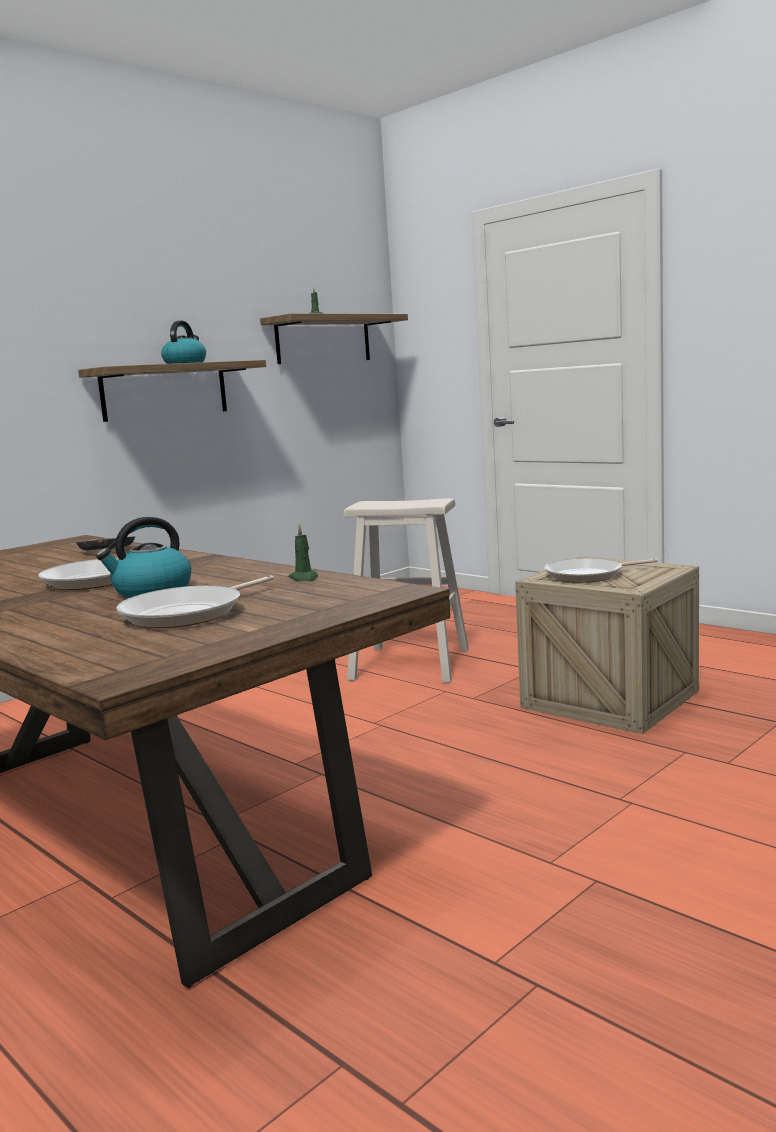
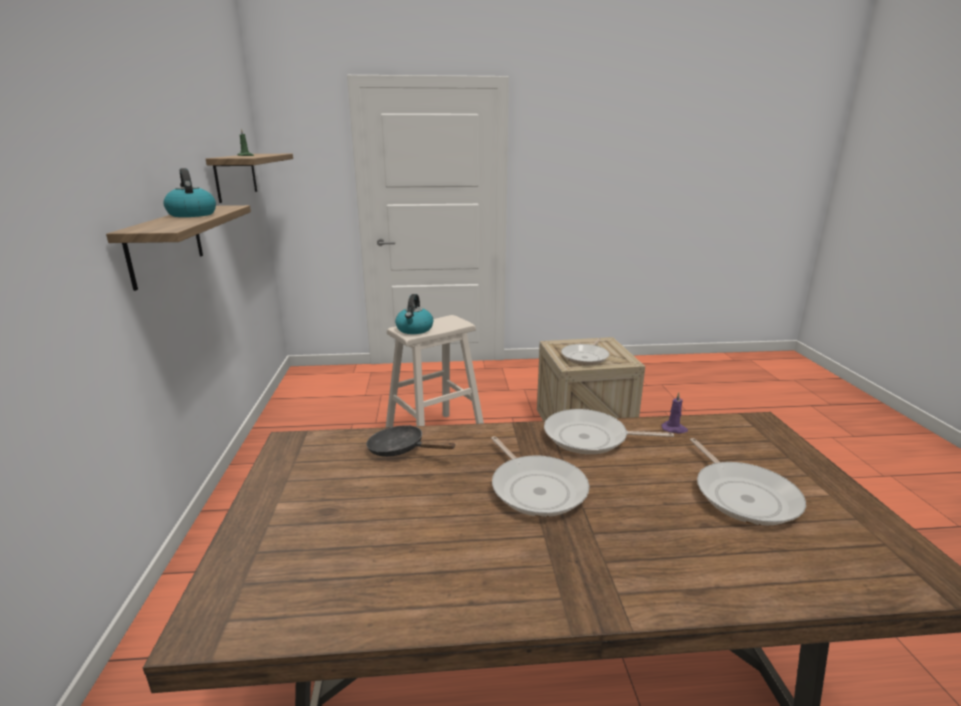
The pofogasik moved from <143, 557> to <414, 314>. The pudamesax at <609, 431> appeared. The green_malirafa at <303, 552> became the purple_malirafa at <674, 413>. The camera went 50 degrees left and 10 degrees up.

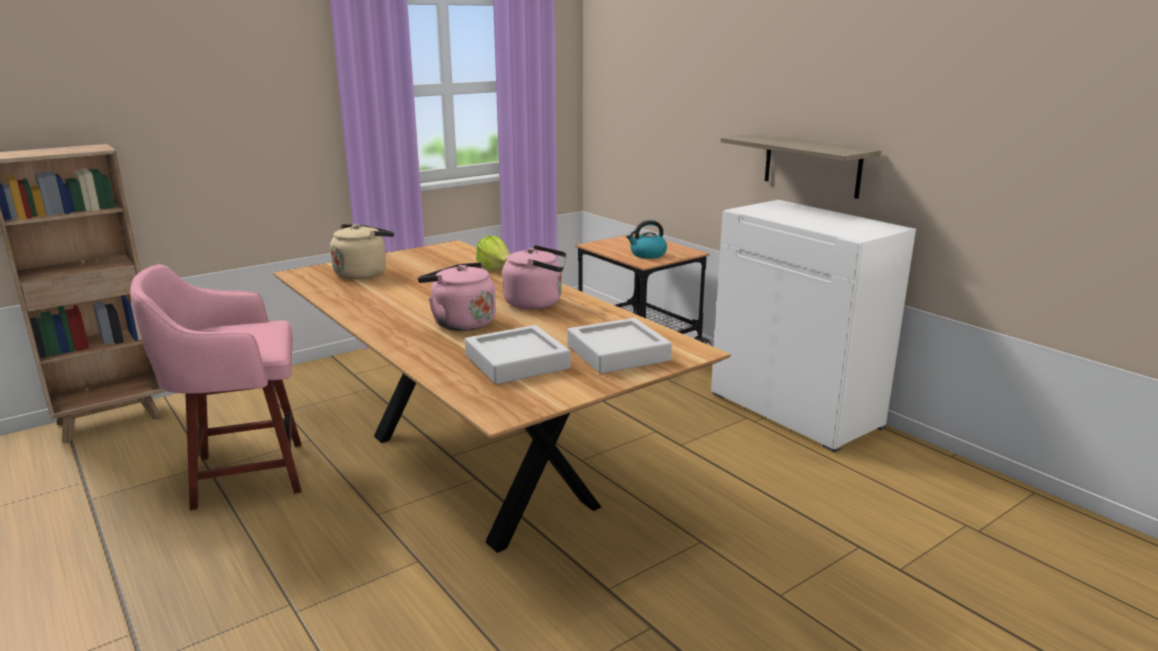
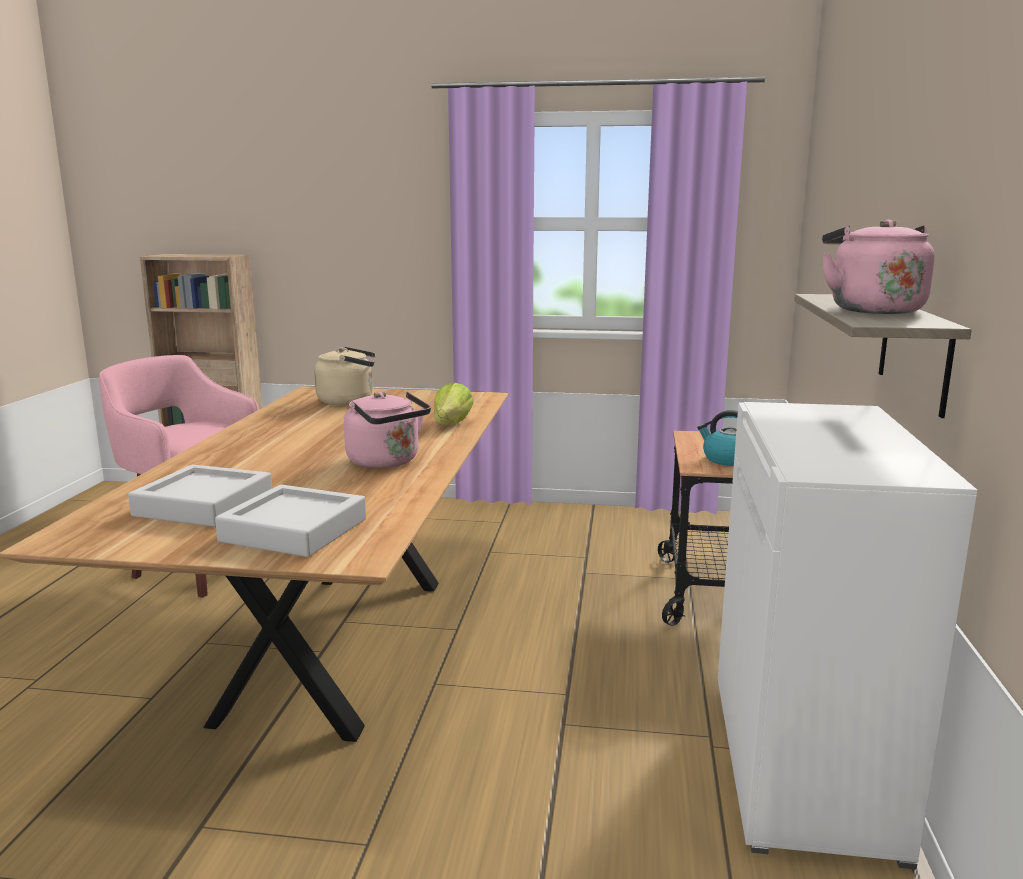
The pink_pofogasik moved from <457, 296> to <878, 267>. The camera went 45 degrees right and 5 degrees down.

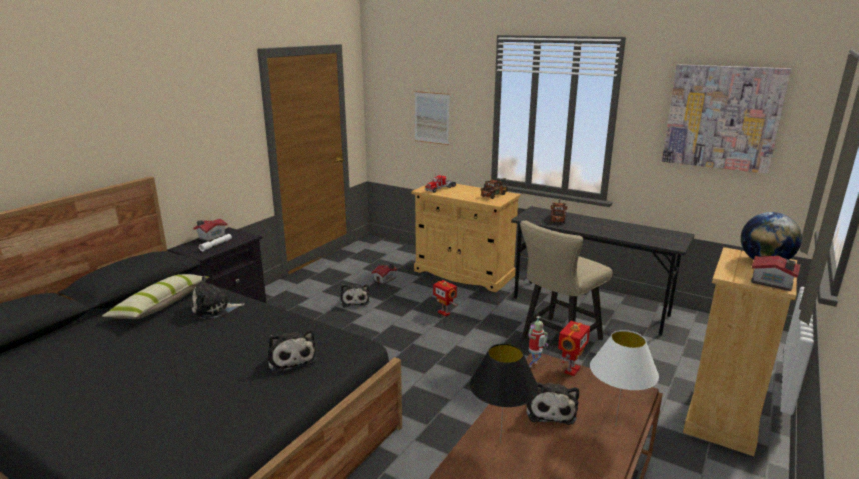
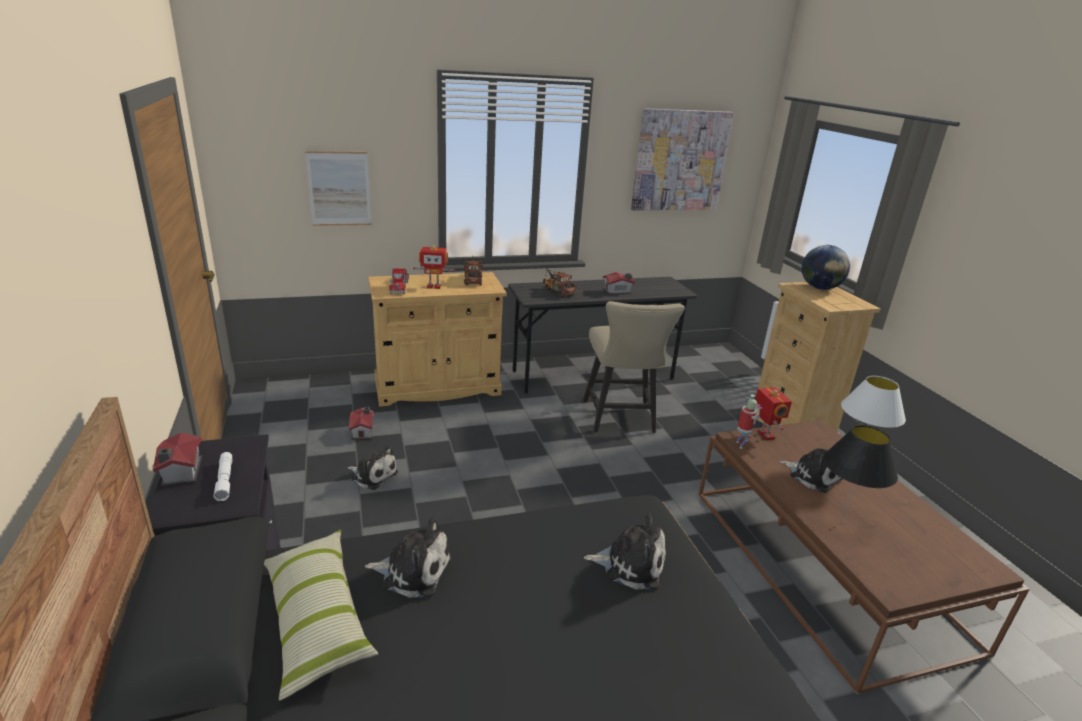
The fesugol at <218, 297> turned 105 degrees counterclockwise. The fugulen moved from <445, 298> to <433, 267>. The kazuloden moved from <775, 273> to <619, 283>. The camera went 50 degrees left and 5 degrees up.

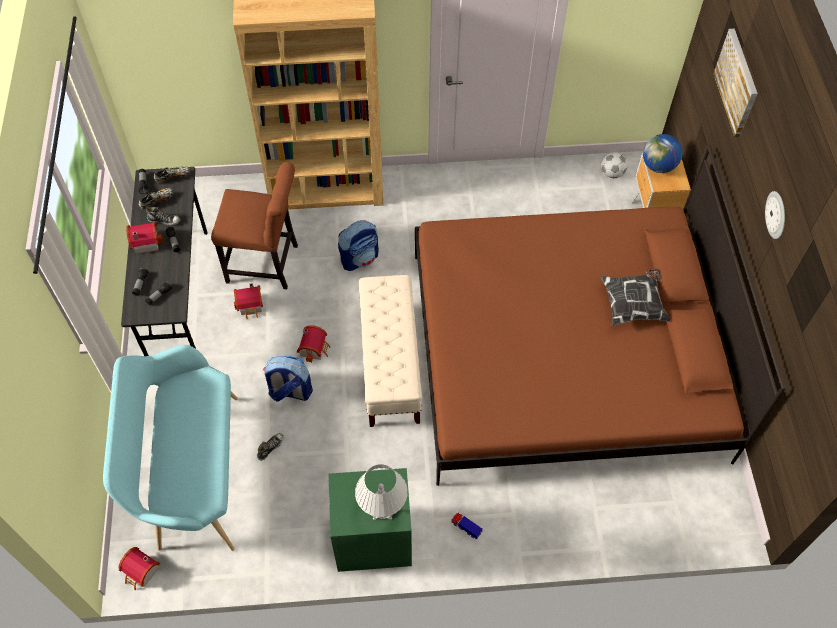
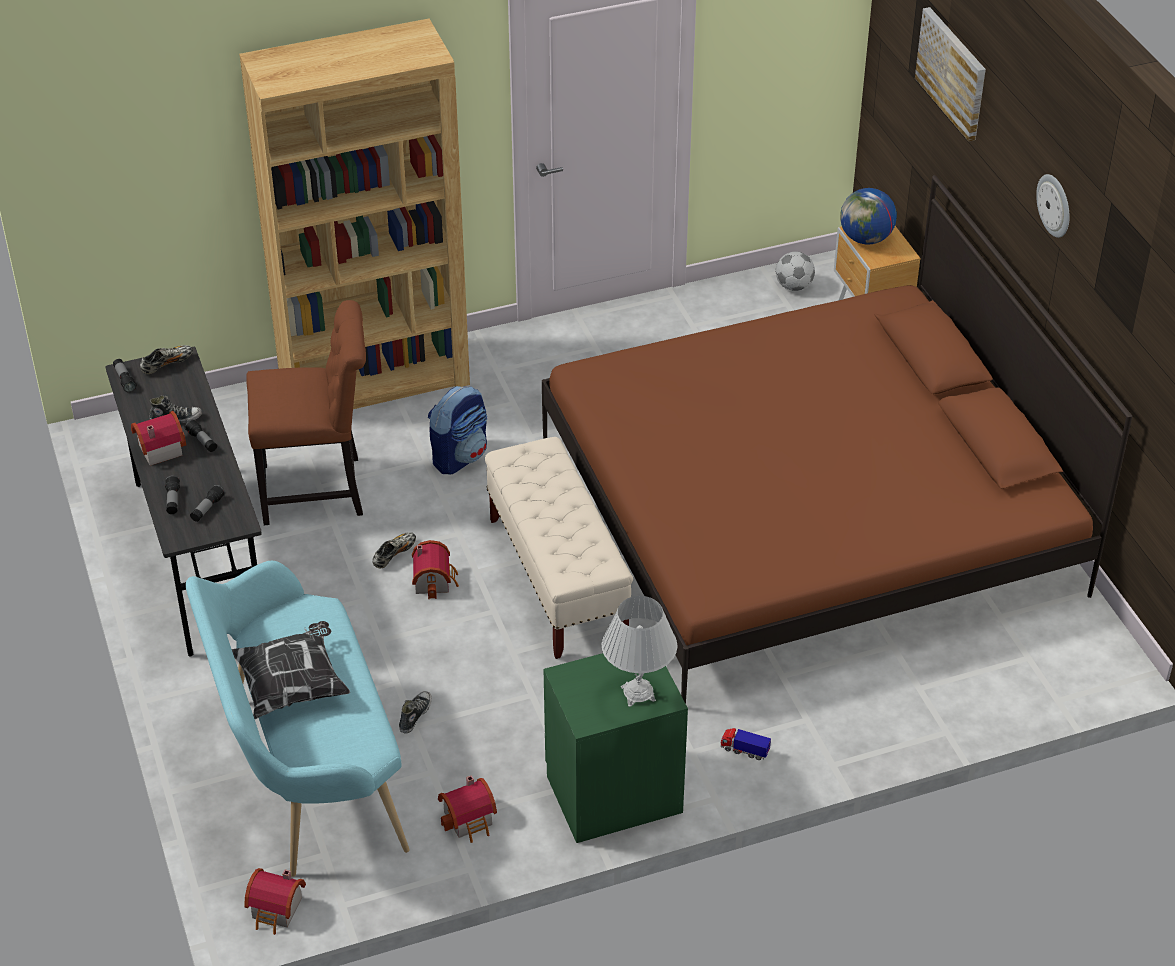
The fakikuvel moved from <635, 297> to <291, 670>. The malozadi moved from <156, 199> to <394, 550>. The kazuloden moved from <248, 301> to <467, 809>. The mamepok at <288, 378> disappeared. The camera went 15 degrees left and 15 degrees down.

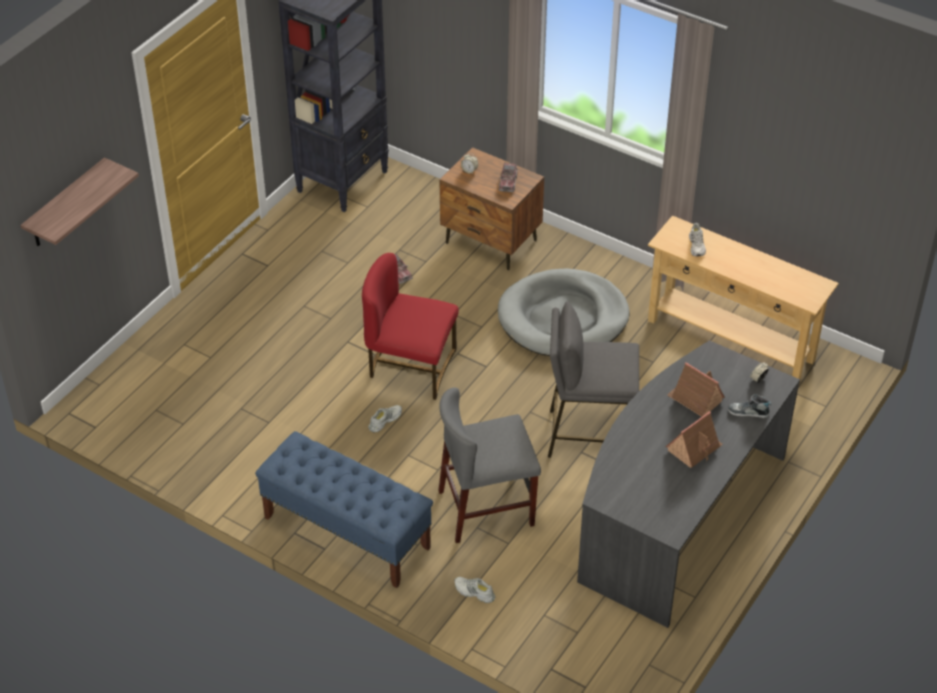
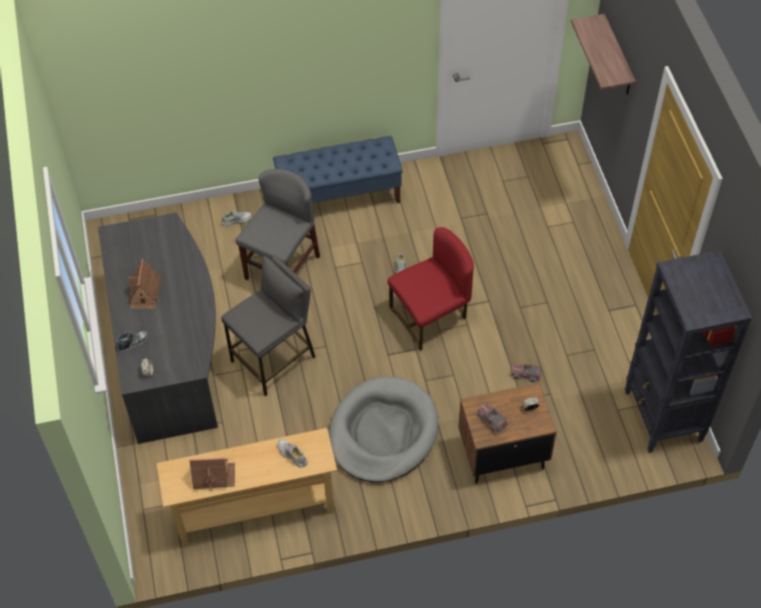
The kazuloden moved from <696, 389> to <212, 474>. The camera went 135 degrees right and 10 degrees up.

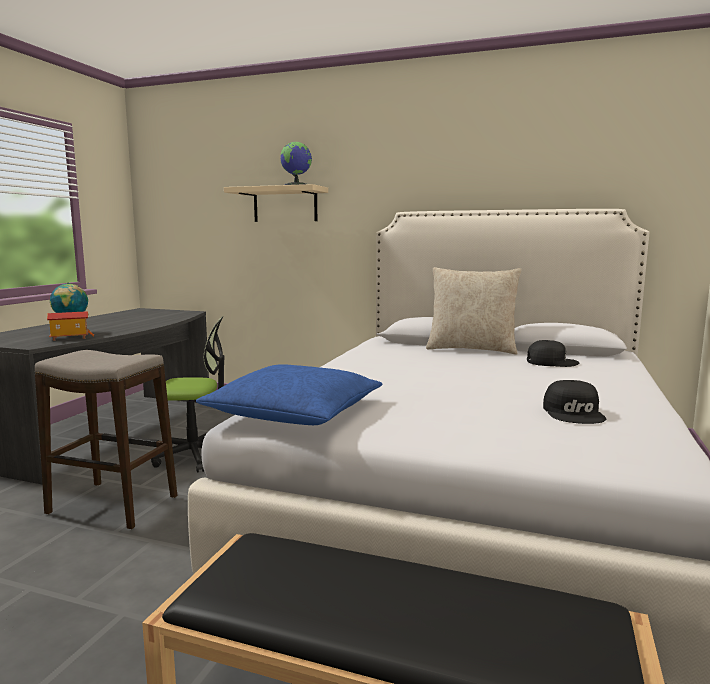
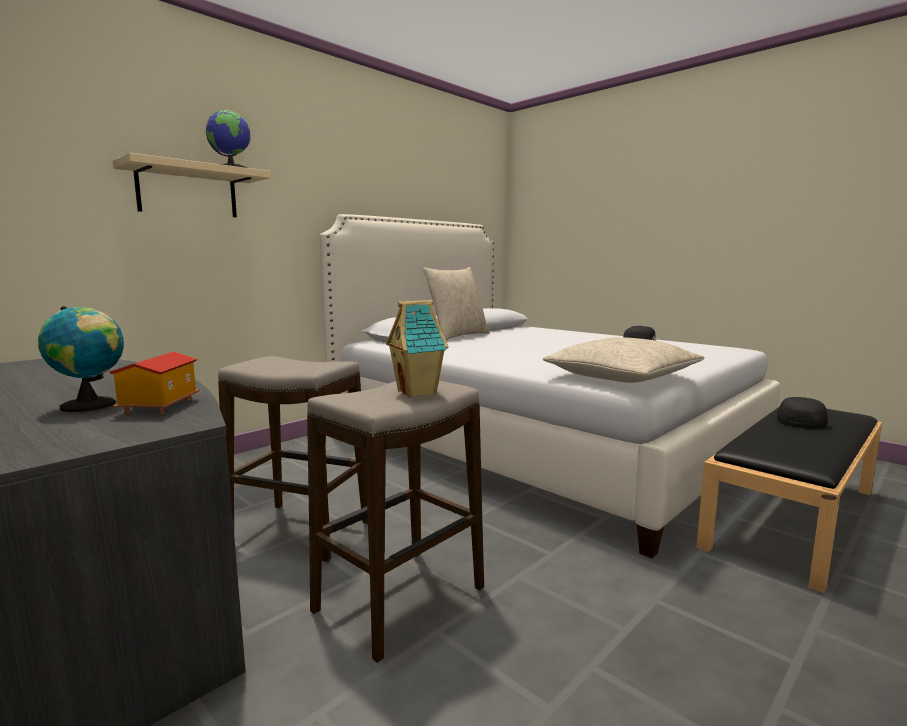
The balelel at <187, 394> was replaced by the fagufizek at <293, 459>. The kazuloden at <417, 348> appeared. The blue_fakikuvel at <289, 394> became the beige_fakikuvel at <623, 360>. The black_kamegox moved from <553, 353> to <802, 413>. The camera went 65 degrees left and 0 degrees up.

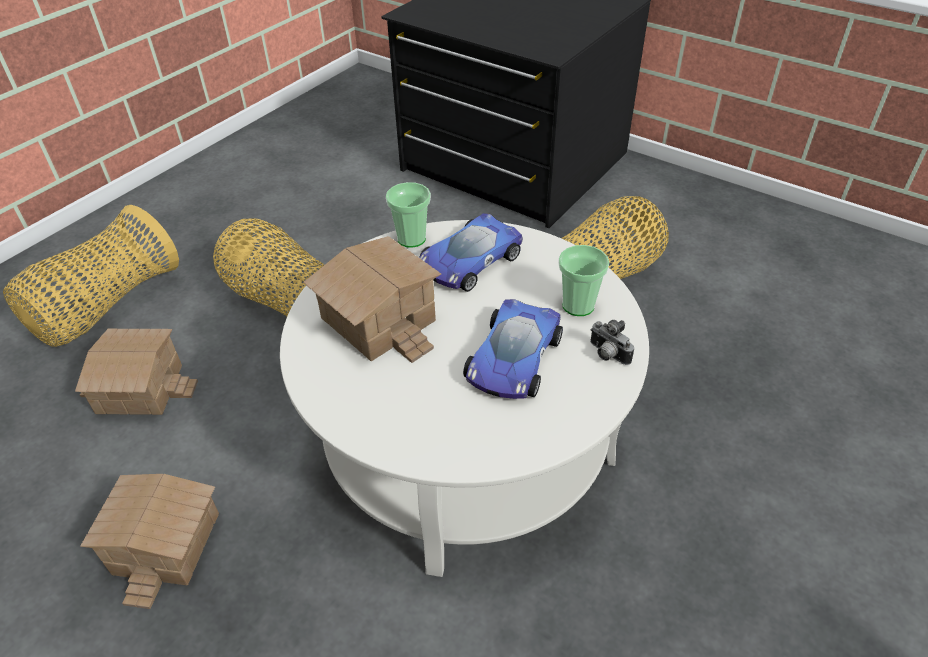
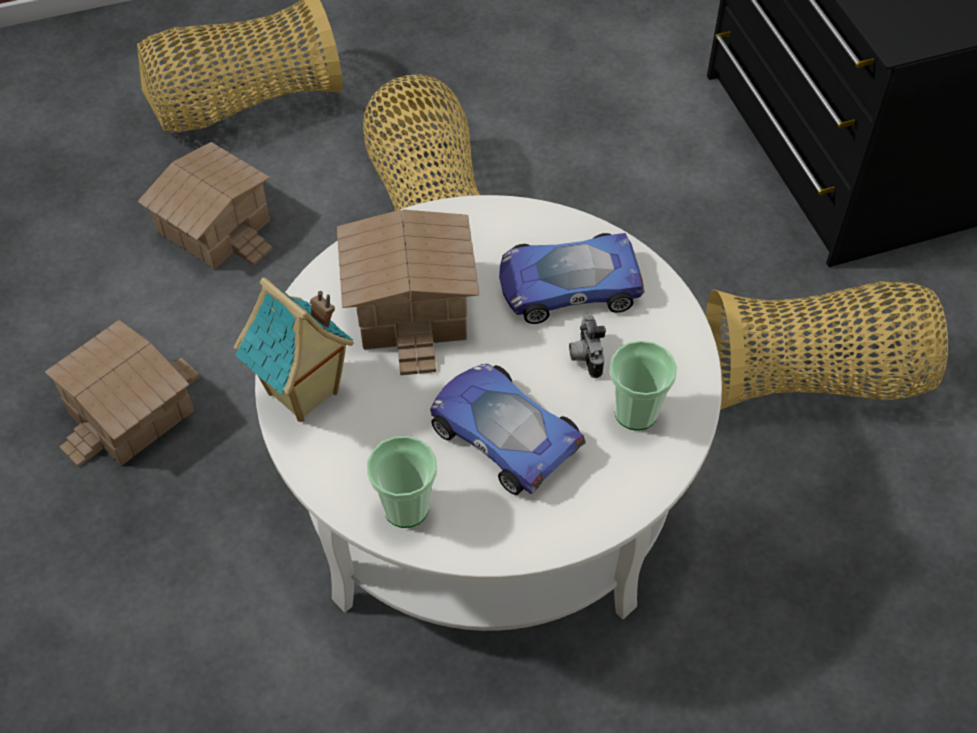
The kazuloden at <294, 349> appeared. The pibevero moved from <408, 215> to <402, 482>. The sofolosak at <513, 349> turned 75 degrees clockwise. The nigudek moved from <612, 342> to <587, 346>. The camera went 35 degrees right and 10 degrees up.

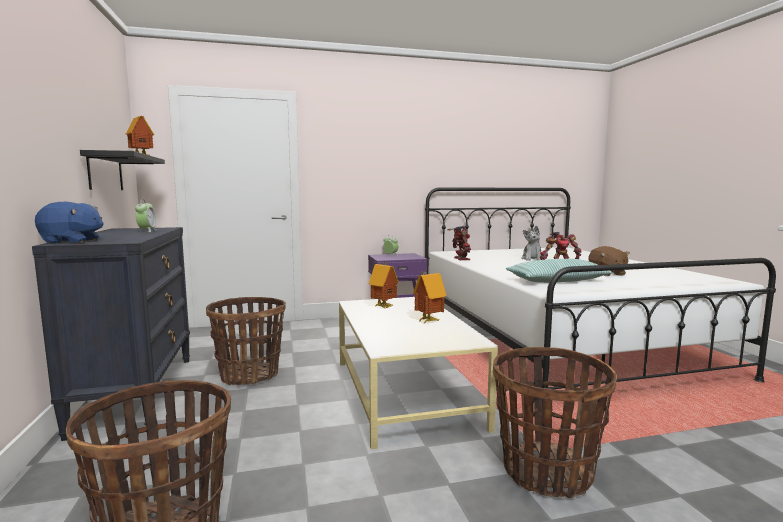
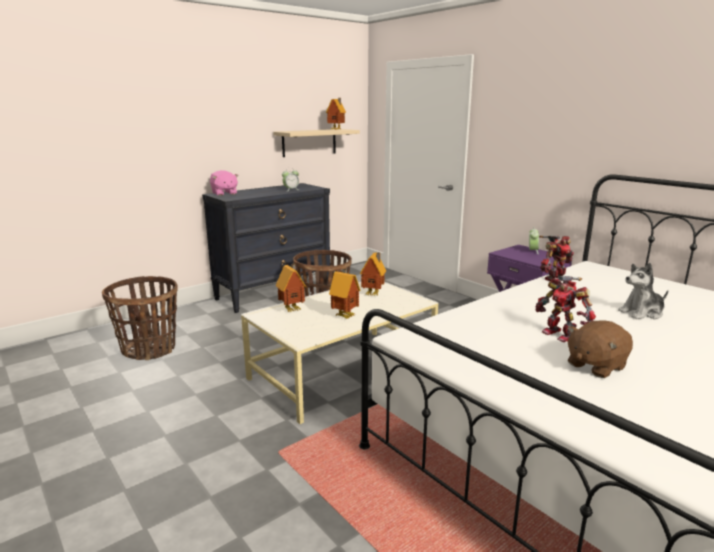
The blue_fesugol at <69, 222> became the pink_fesugol at <224, 183>. The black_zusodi at <122, 170> became the beige_zusodi at <316, 143>. The kazuloden at <291, 288> appeared. The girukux at <555, 422> disappeared. The fakikuvel at <559, 271> disappeared. The camera went 65 degrees right and 10 degrees up.

